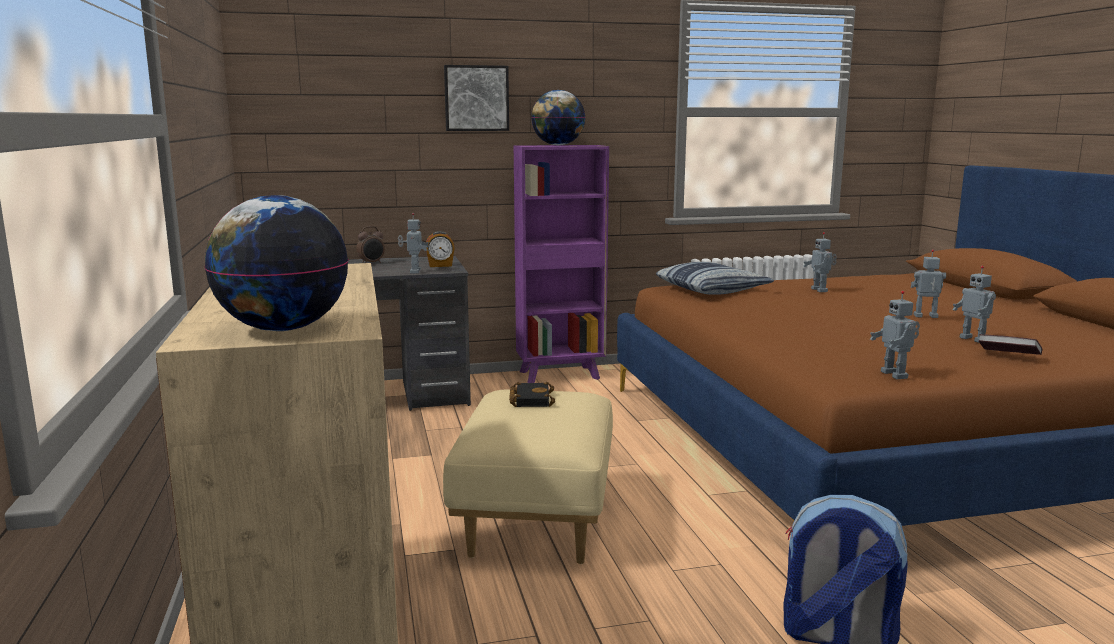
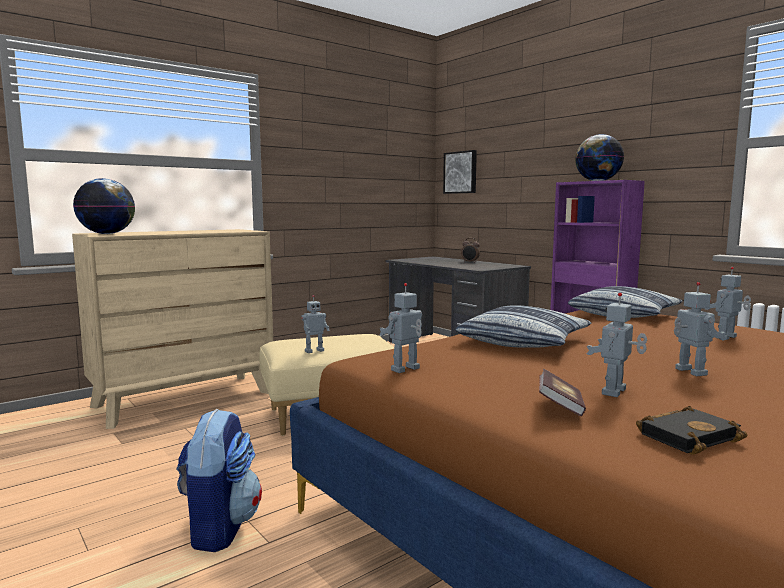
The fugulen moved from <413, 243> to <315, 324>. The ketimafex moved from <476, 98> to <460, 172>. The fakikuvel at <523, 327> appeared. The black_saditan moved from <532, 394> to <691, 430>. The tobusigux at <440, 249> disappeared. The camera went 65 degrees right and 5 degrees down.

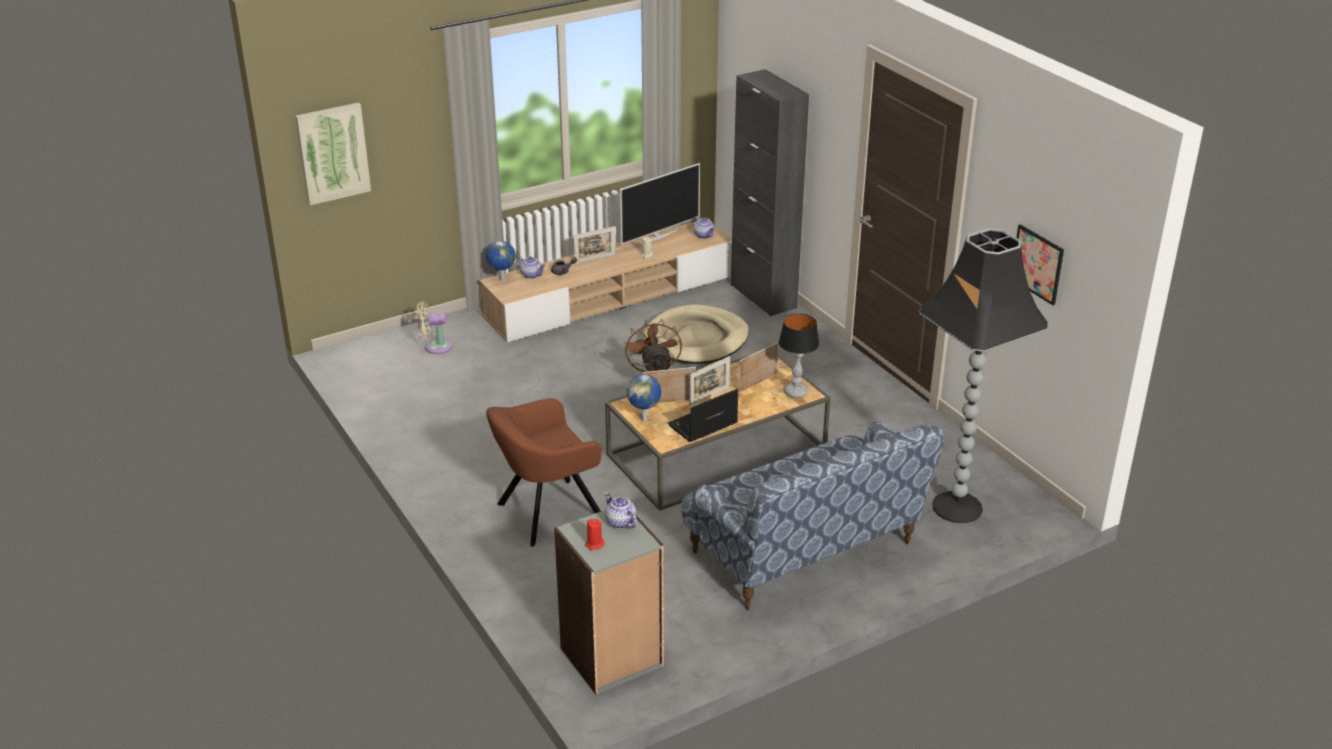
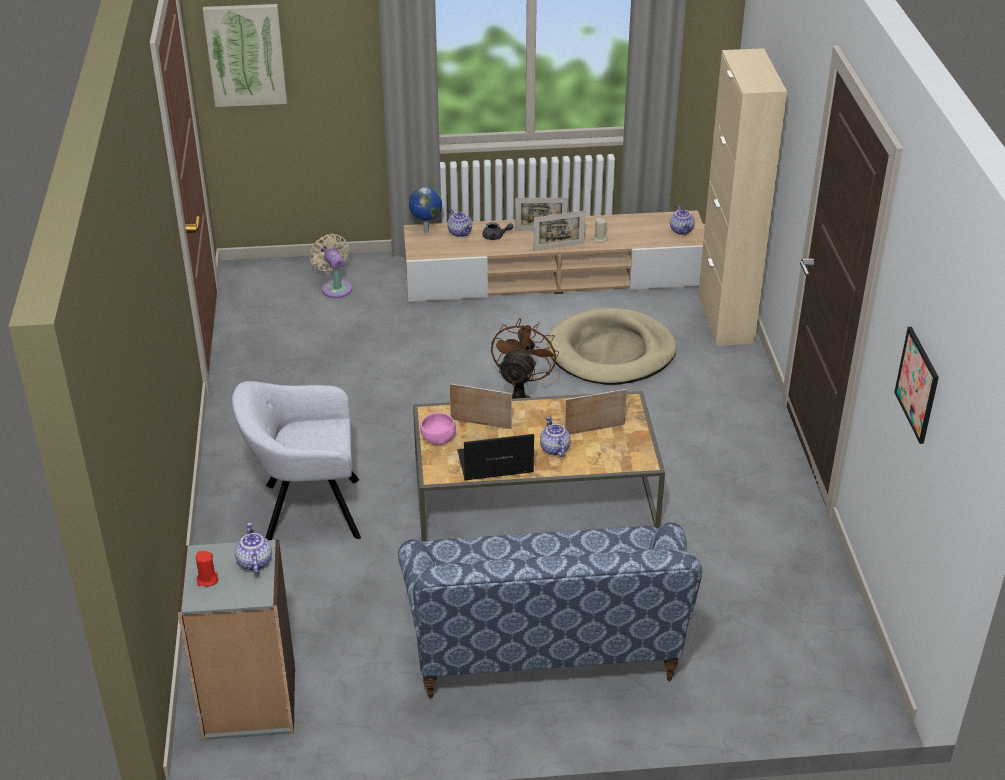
The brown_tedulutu at <544, 472> became the grey_tedulutu at <296, 460>. The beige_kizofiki at <434, 327> turned 45 degrees clockwise. The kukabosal at <644, 397> was replaced by the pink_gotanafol at <438, 429>. The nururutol moved from <709, 381> to <559, 230>. The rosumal at <555, 436> appeared. The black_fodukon at <770, 192> became the beige_fodukon at <742, 197>. The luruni at <660, 204> disappeared. The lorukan at <799, 356> disappeared. The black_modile at <983, 375> disappeared. The camera went 25 degrees right and 5 degrees up.

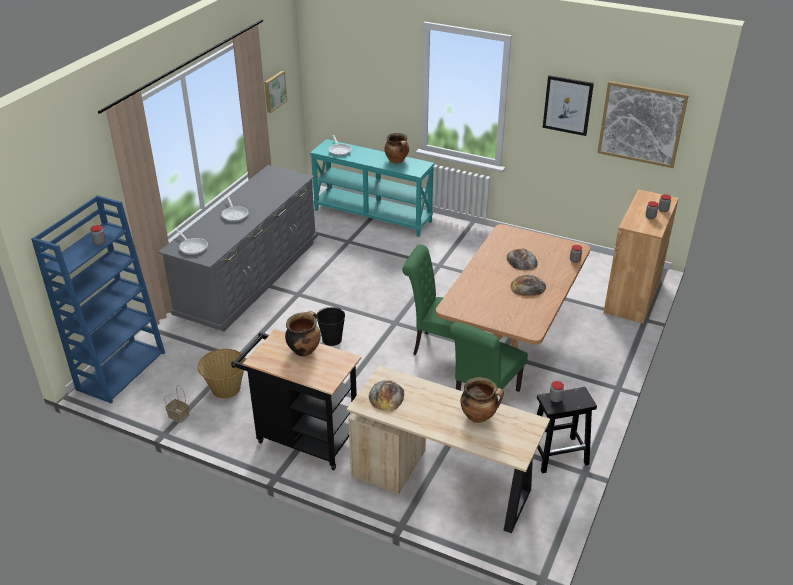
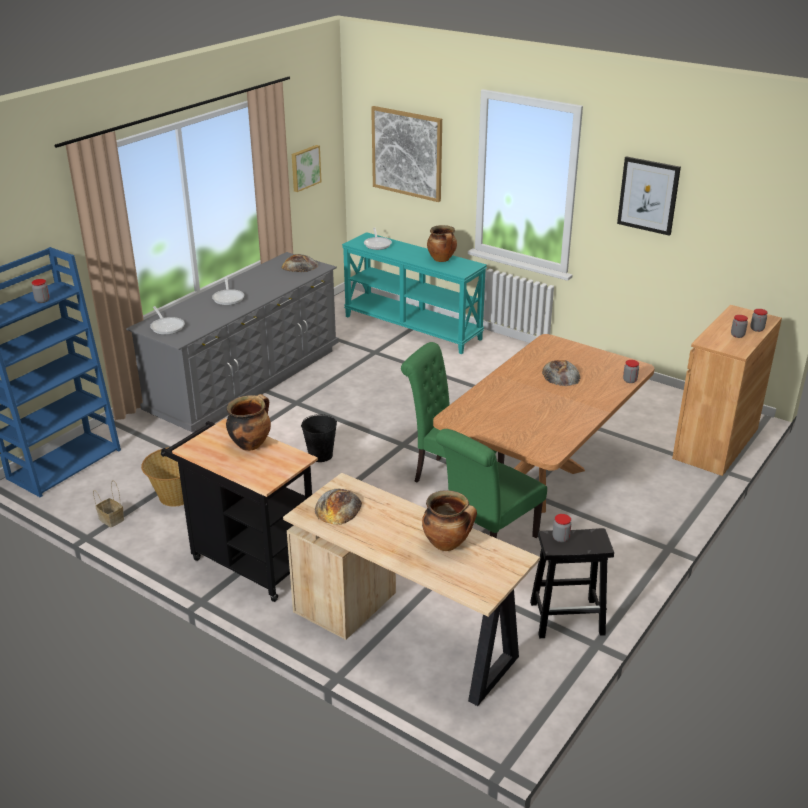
The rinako moved from <528, 285> to <300, 263>. The ketimafex moved from <643, 124> to <406, 154>. The camera went 10 degrees right and 5 degrees down.

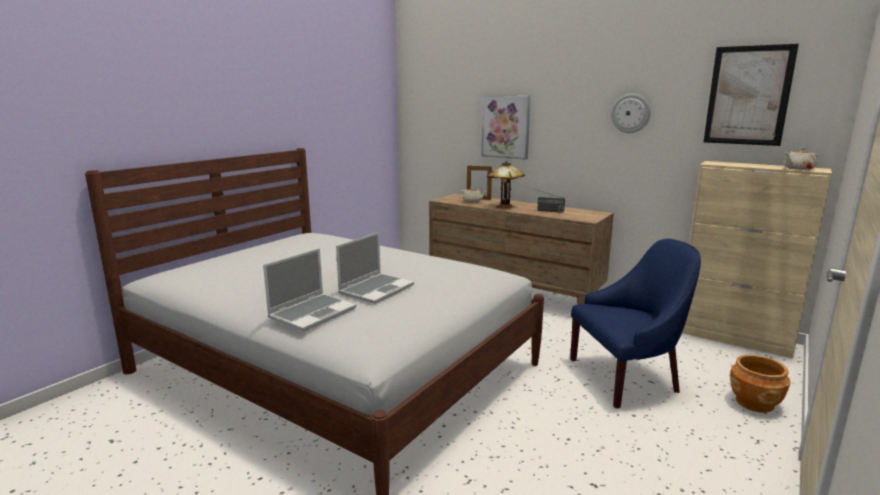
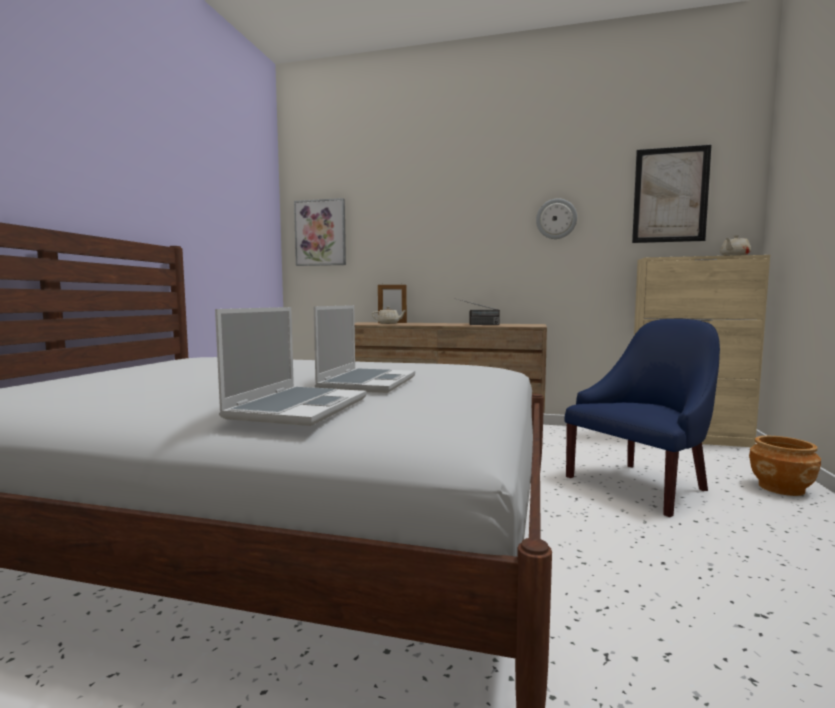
The ketimafex moved from <506, 127> to <320, 232>. The lorukan at <506, 185> disappeared. The camera went 20 degrees left and 10 degrees down.

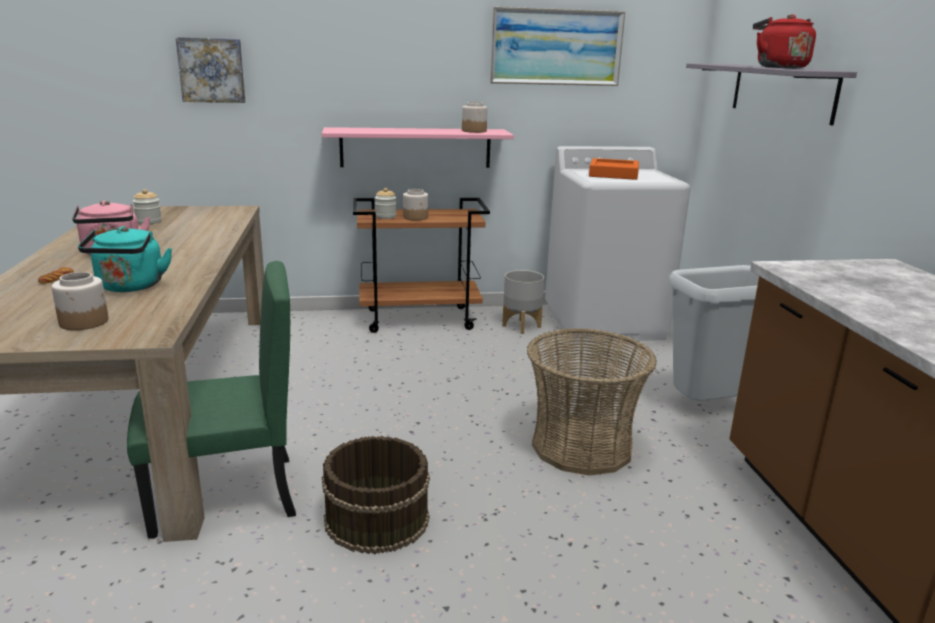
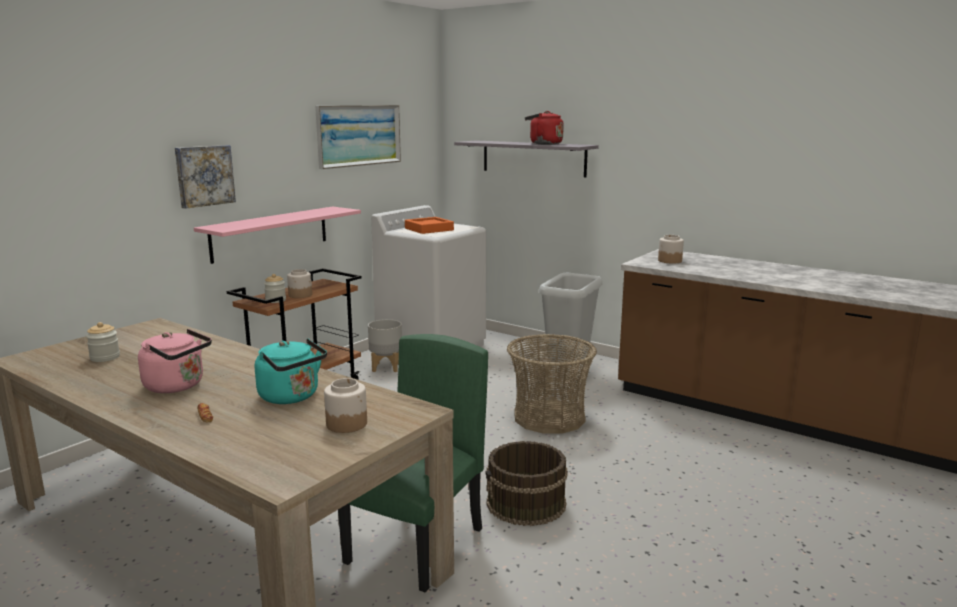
The ketimafex moved from <210, 70> to <205, 177>. The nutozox moved from <475, 117> to <671, 249>. The camera went 45 degrees left and 5 degrees down.

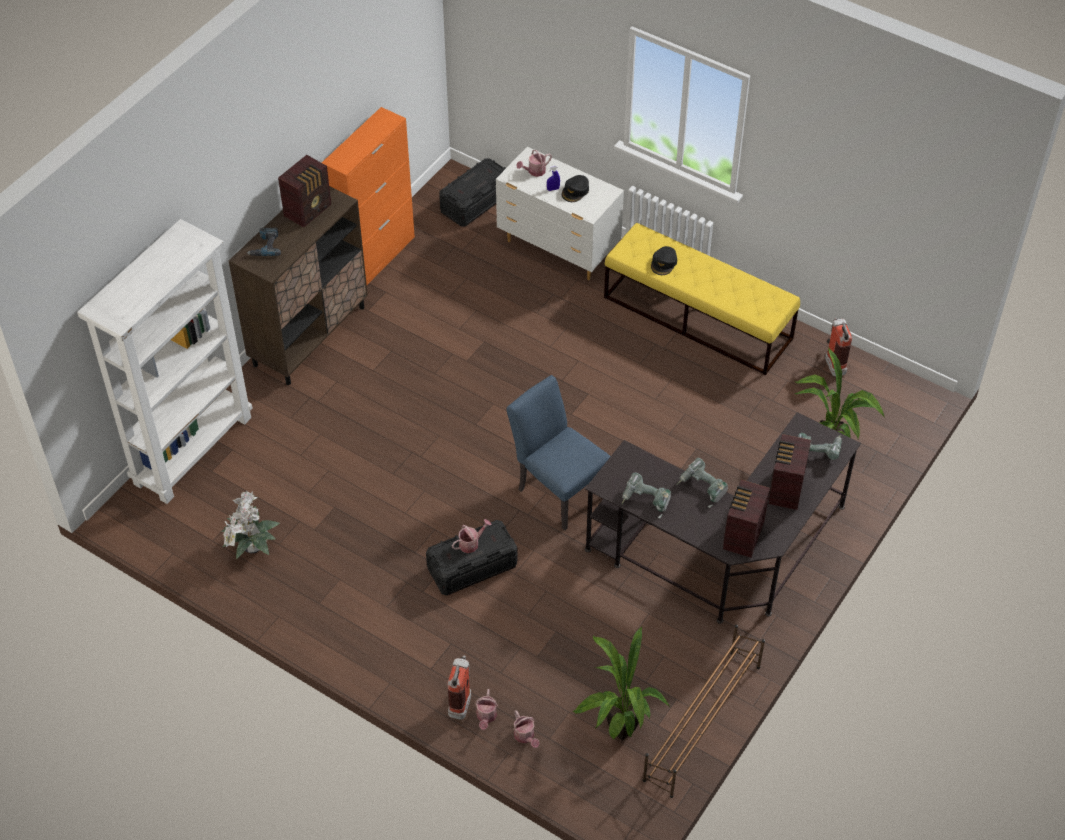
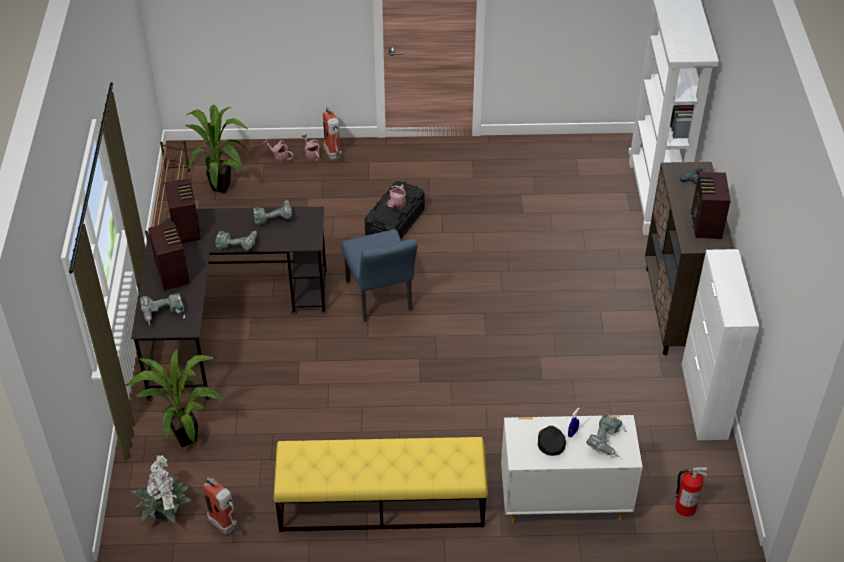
The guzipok moved from <250, 525> to <161, 489>. The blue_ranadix at <558, 453> turned 60 degrees clockwise. The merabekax at <534, 163> was replaced by the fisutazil at <606, 435>. The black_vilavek at <472, 192> was replaced by the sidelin at <691, 492>. The orange_fodukon at <368, 196> became the white_fodukon at <720, 344>. The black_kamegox at <664, 260> disappeared. The camera went 145 degrees right and 5 degrees down.

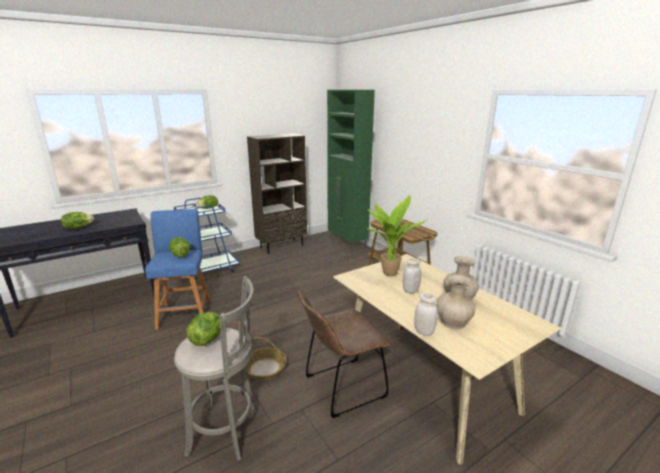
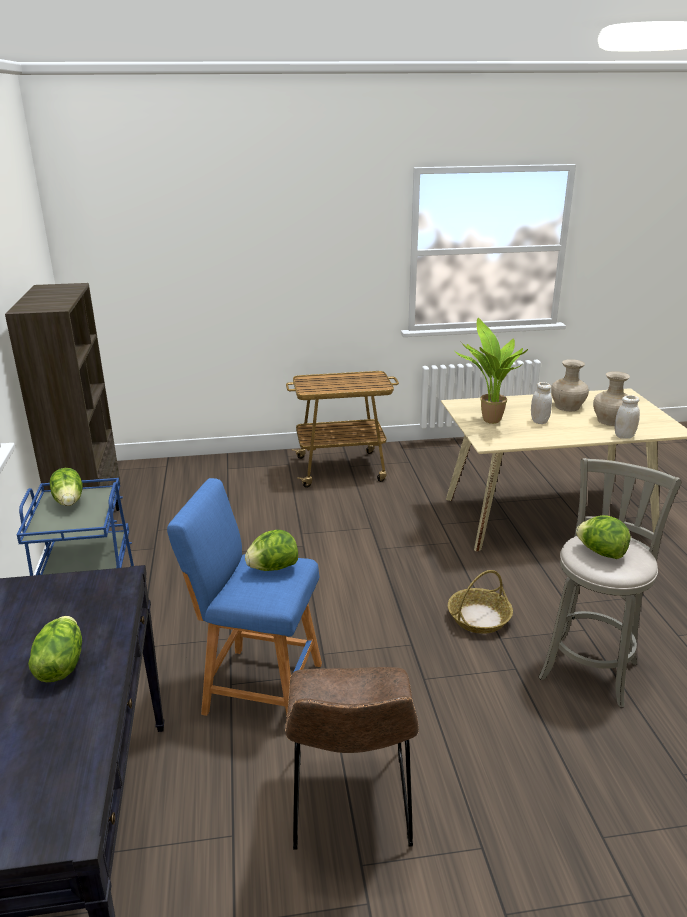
The brown_ranadix moved from <344, 354> to <352, 758>. The green_fodukon at <351, 171> disappeared. The camera went 65 degrees left and 5 degrees up.

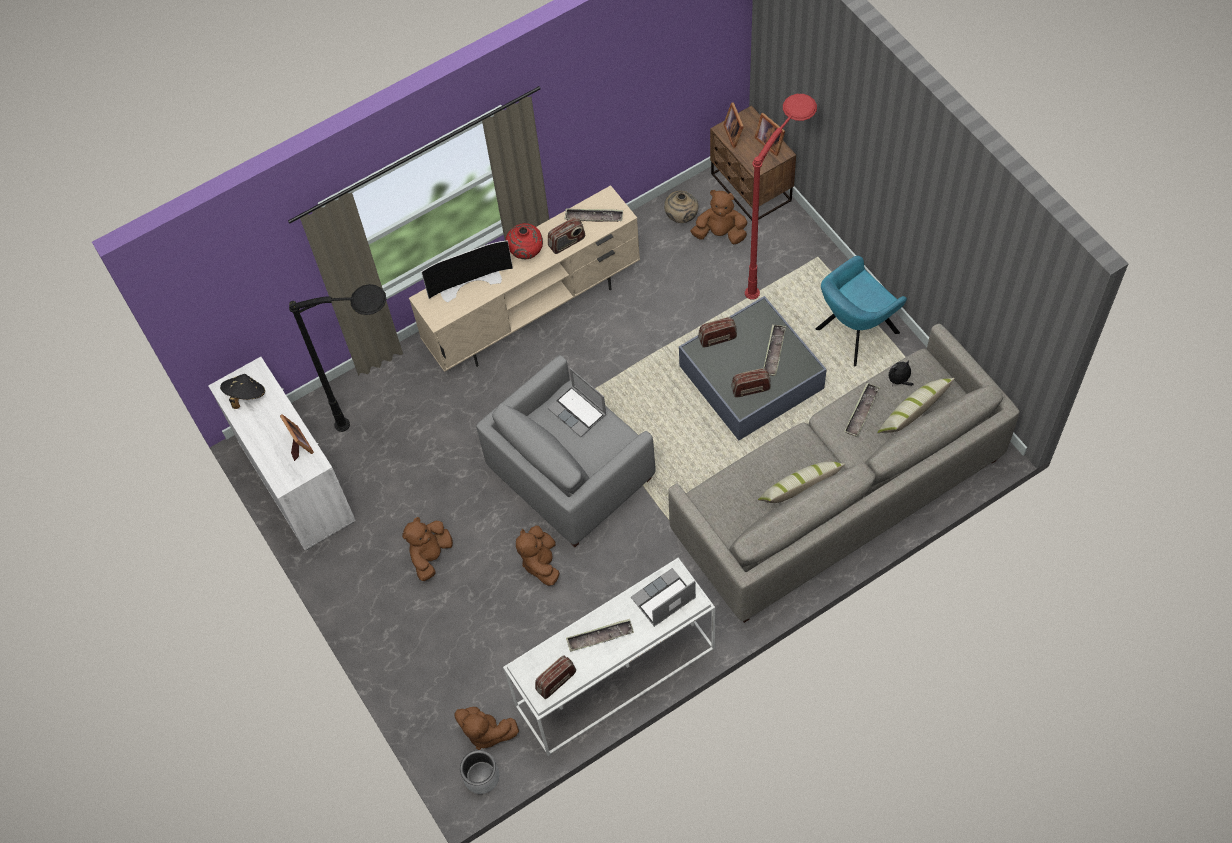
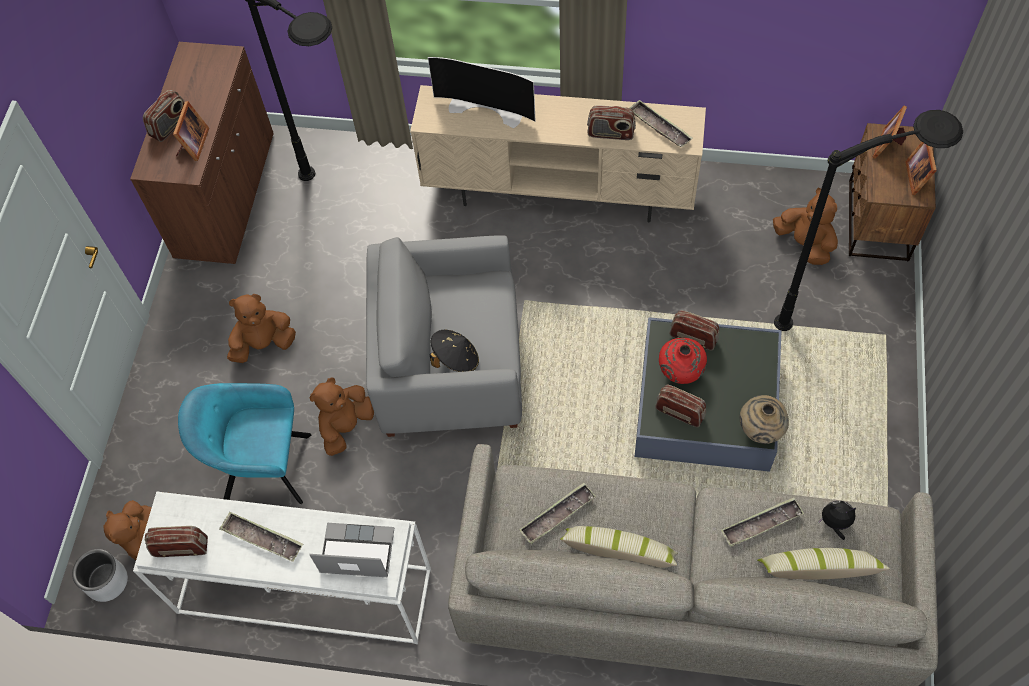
The white_fodukon at <282, 453> became the brown_fodukon at <202, 153>. The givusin at <164, 116> appeared. The turquoise_tedulutu moved from <861, 311> to <244, 443>. The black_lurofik moved from <242, 391> to <454, 351>. The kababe moved from <775, 350> to <557, 513>. The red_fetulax moved from <524, 241> to <683, 361>. The beige_fetulax moved from <681, 207> to <764, 419>. The red_modile at <781, 197> became the black_modile at <868, 220>. The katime at <577, 402> disappeared. The camera went 40 degrees right and 0 degrees up.

